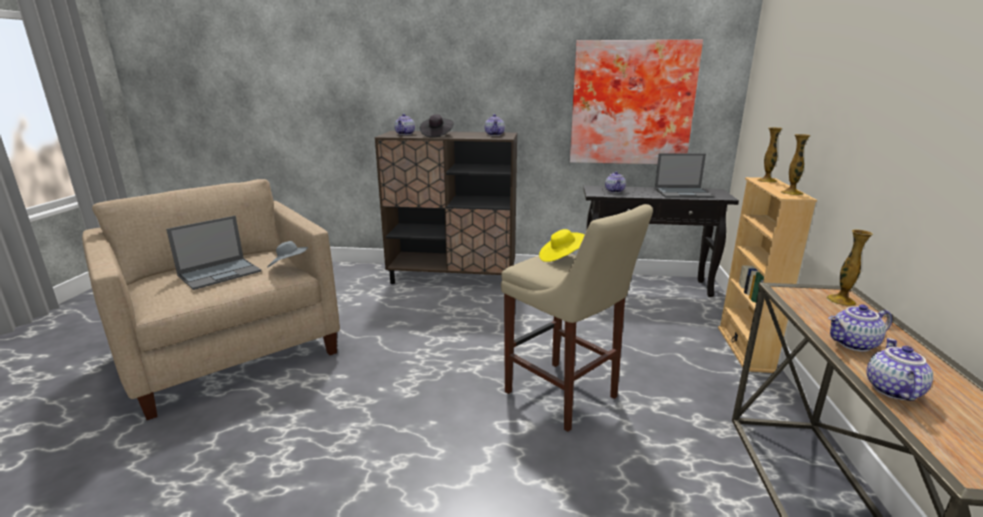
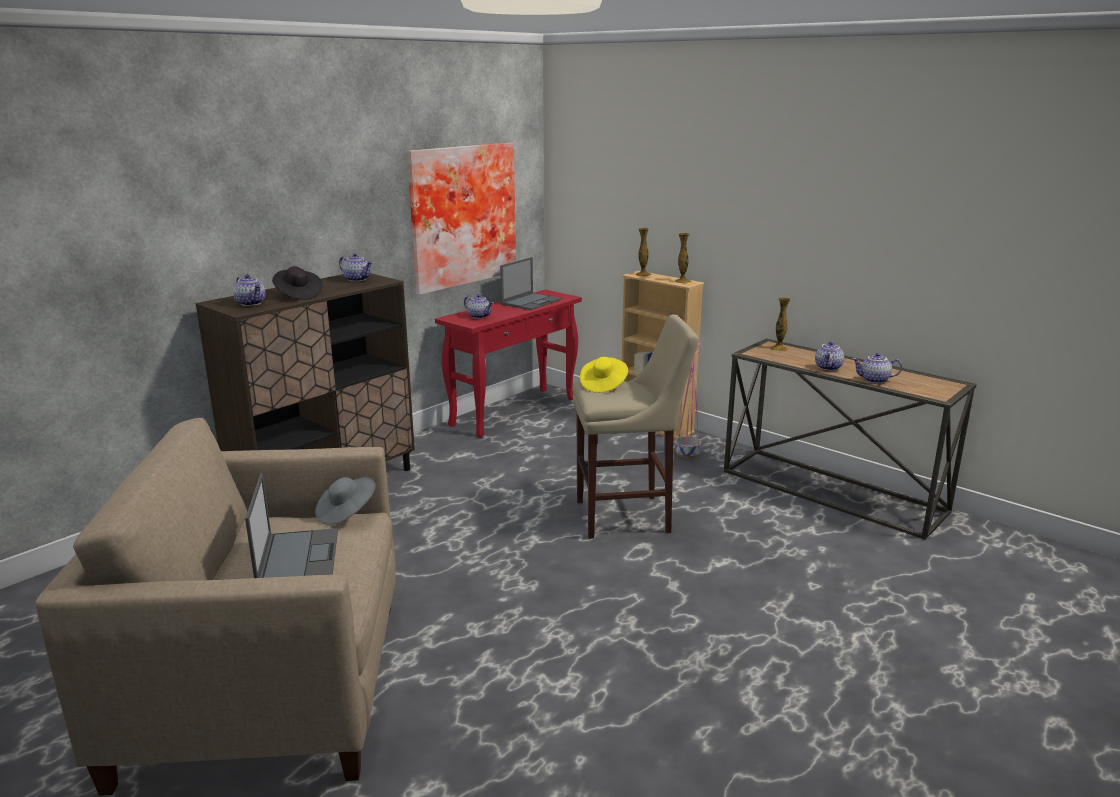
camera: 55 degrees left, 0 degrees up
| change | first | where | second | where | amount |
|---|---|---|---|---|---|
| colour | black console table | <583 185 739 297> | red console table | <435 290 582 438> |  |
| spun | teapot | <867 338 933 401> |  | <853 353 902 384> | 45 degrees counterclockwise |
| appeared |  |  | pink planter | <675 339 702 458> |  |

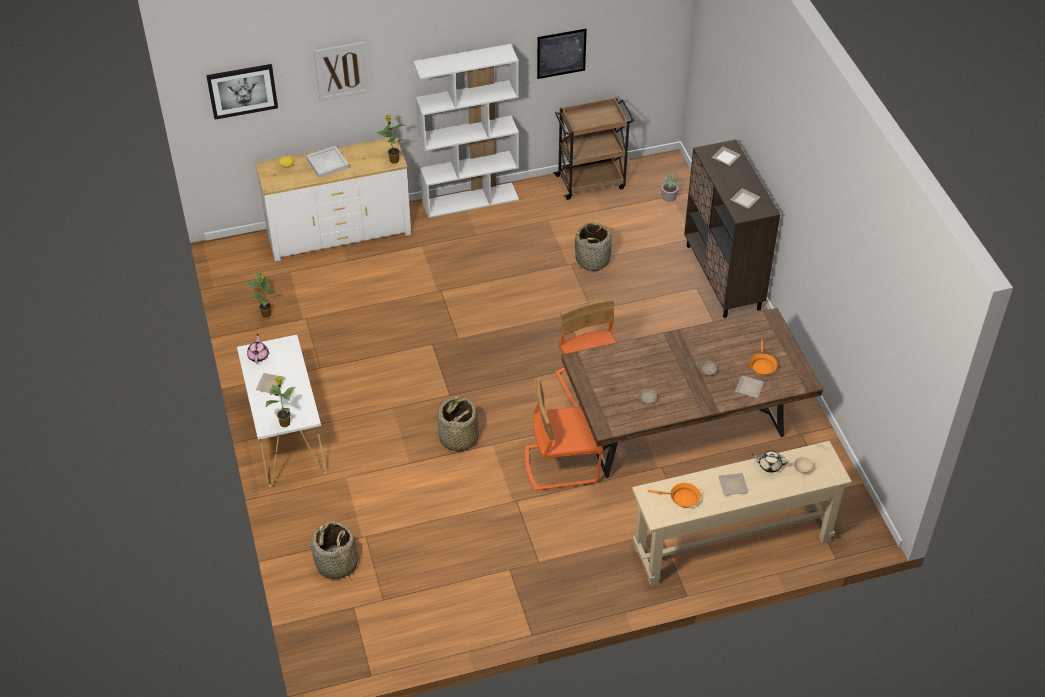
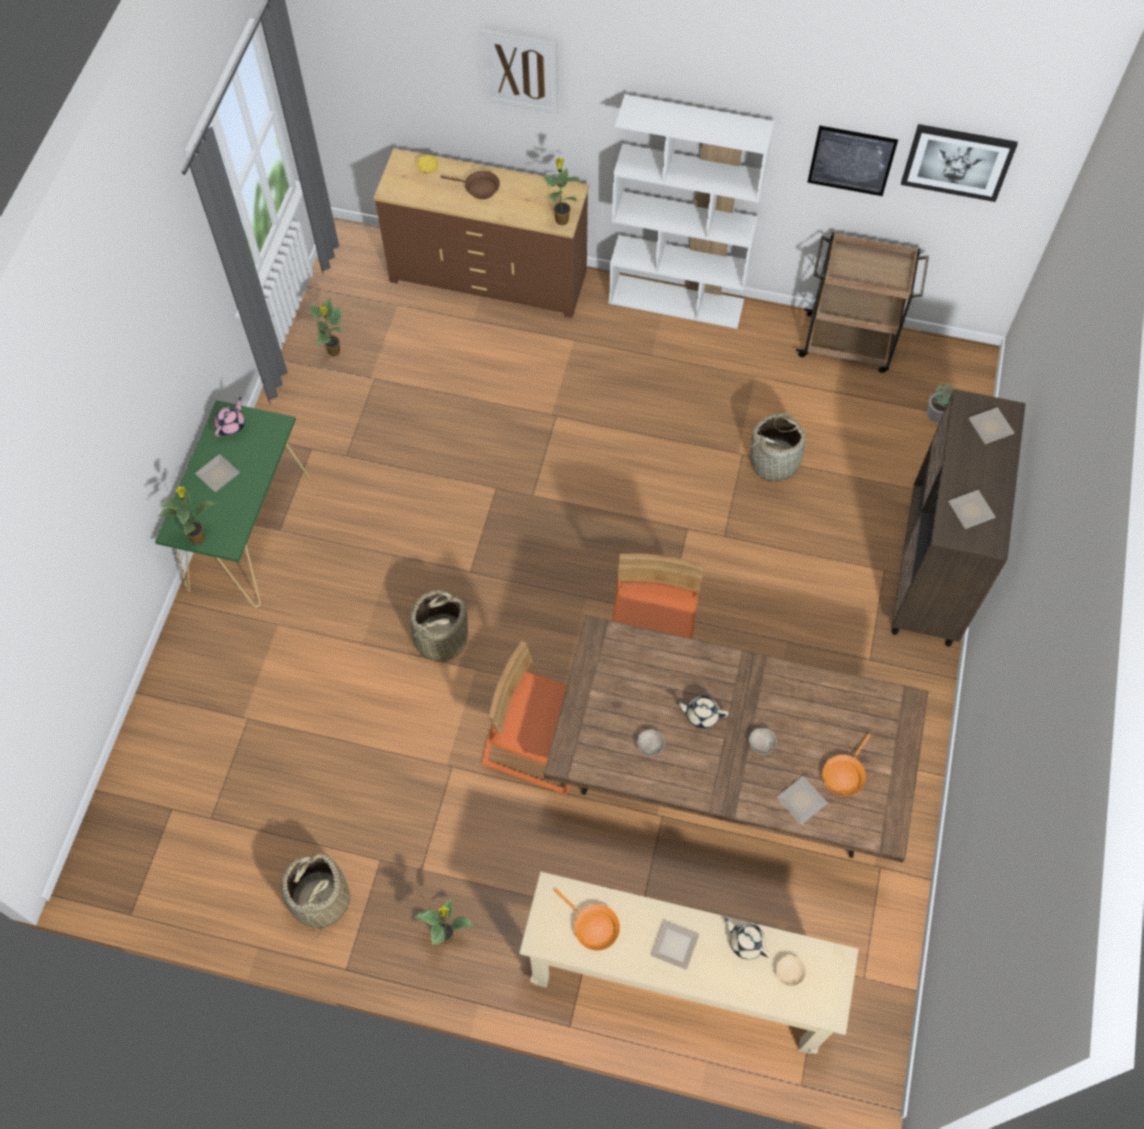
camera: 30 degrees right, 15 degrees up
| change | first | where | second | where | amount |
|---|---|---|---|---|---|
| relocated | picture | <206 64 278 120> |  | <901 124 1018 202> |  |
| colour | white console table | <237 335 326 487> | green console table | <155 400 310 608> |  |
| colour | white dresser | <255 137 411 261> | brown dresser | <374 148 589 318> |  |
| exchanged | white tray | <306 146 349 178> | brown frying pan | <441 171 500 199> |  |
| relocated | basket | <311 521 358 579> |  | <281 853 350 940> |  |
| appeared |  |  | potted plant | <414 899 474 946> |  |
| appeared |  |  | beige teapot | <676 696 729 728> |  |

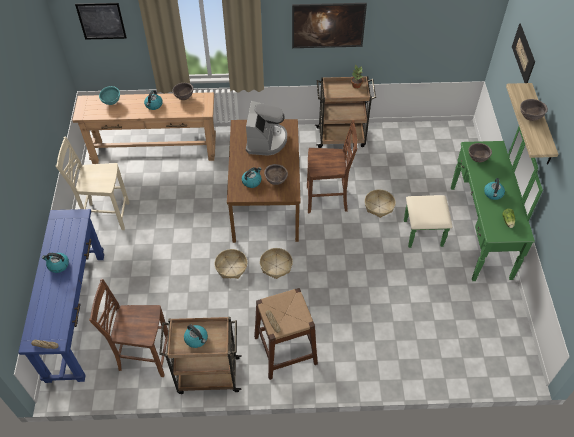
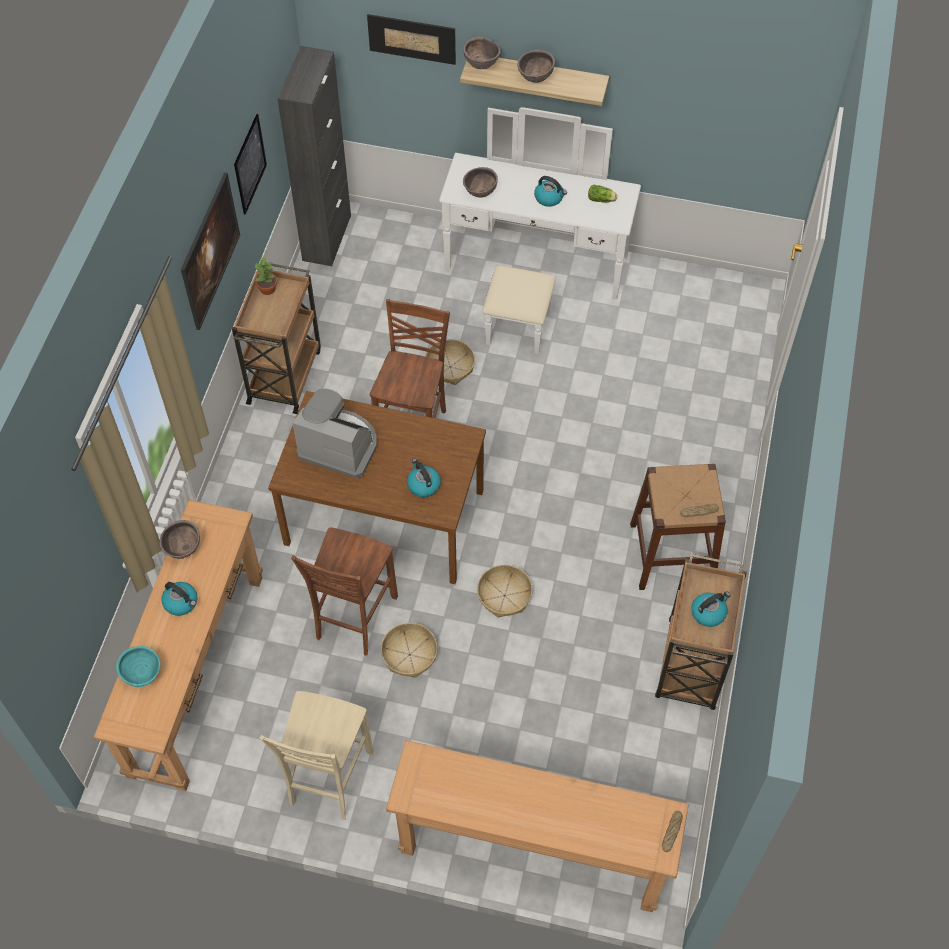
camera: 75 degrees left, 5 degrees up
| change | first | where | second | where | amount |
|---|---|---|---|---|---|
| colour | blue console table | <18 209 104 383> | brown console table | <386 740 689 912> |  |
| missing | kettle | <42 253 69 273> |  |  |  |
| relocated | picture | <75 3 127 40> |  | <234 114 267 215> |  |
| relocated | brown chair | <89 279 168 377> |  | <291 527 398 655> |  |
| relocated | basket | <260 248 293 279> |  | <381 623 438 678> |  |
| relocated | brown bowl | <264 164 288 185> |  | <463 37 500 69> |  |
| colour | green dresser | <404 127 543 281> | white dresser | <439 107 641 354> |  |
| appeared |  |  | black cabinet | <277 46 351 266> |  |

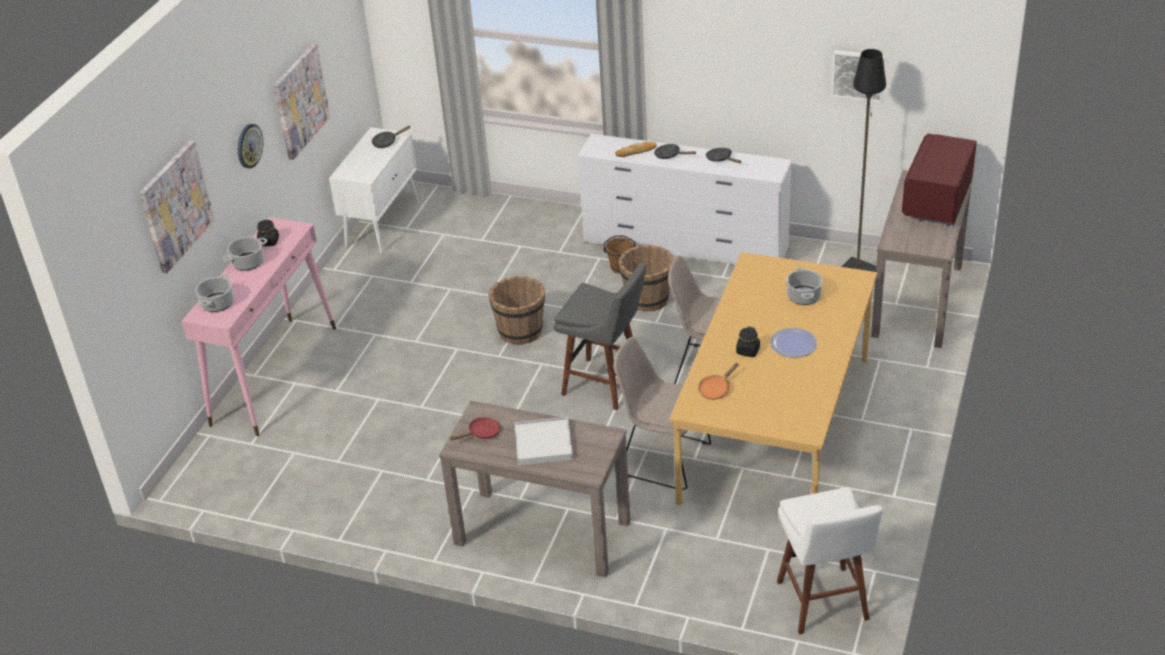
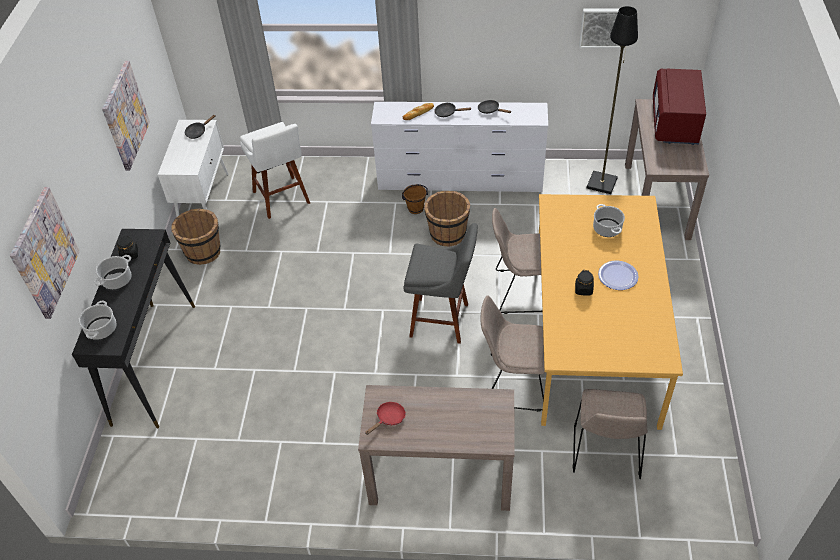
camera: 15 degrees left, 10 degrees up
| change | first | where | second | where | amount |
|---|---|---|---|---|---|
| colour | pink console table | <182 217 336 436> | black console table | <72 229 195 428> |  |
| missing | wall clock | <238 124 263 169> |  |  |  |
| relocated | brown bucket | <488 276 545 344> |  | <171 208 220 265> |  |
| missing | white tray | <514 417 573 466> |  |  |  |
| missing | orange frying pan | <698 363 739 400> |  |  |  |
| relocated | white stool | <777 487 883 635> |  | <240 122 310 219> |  |
| appeared |  |  | beige chair | <572 389 648 479> |  |

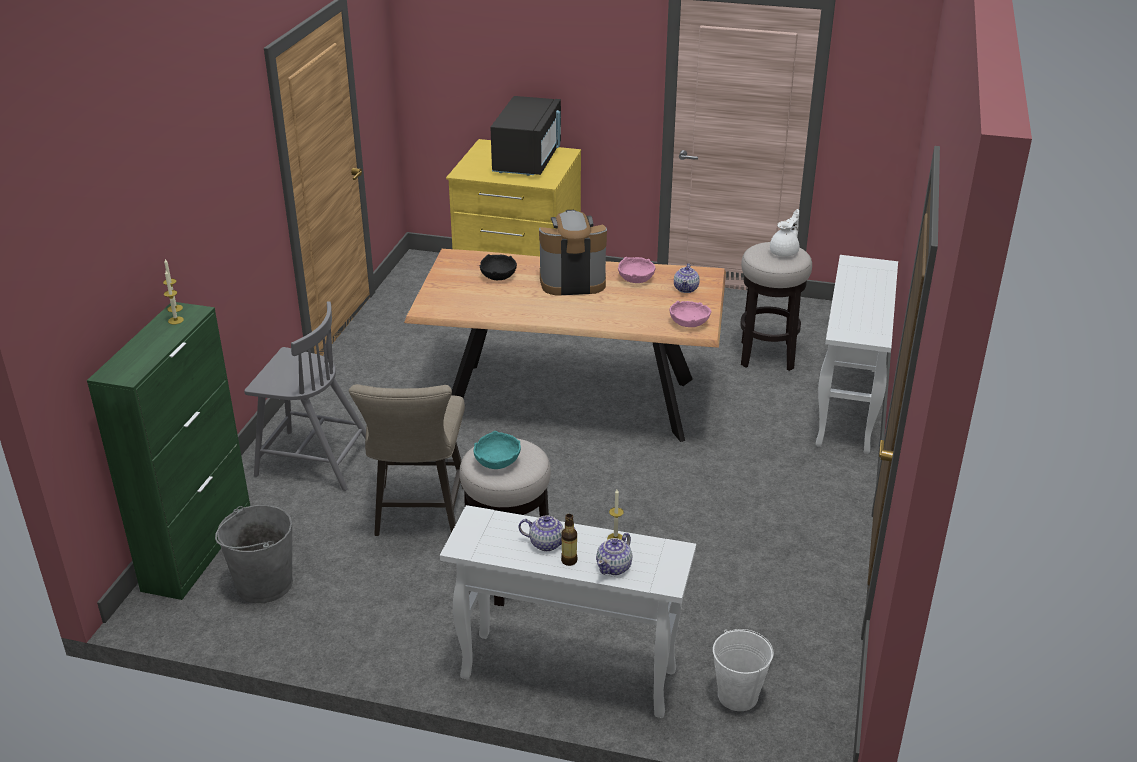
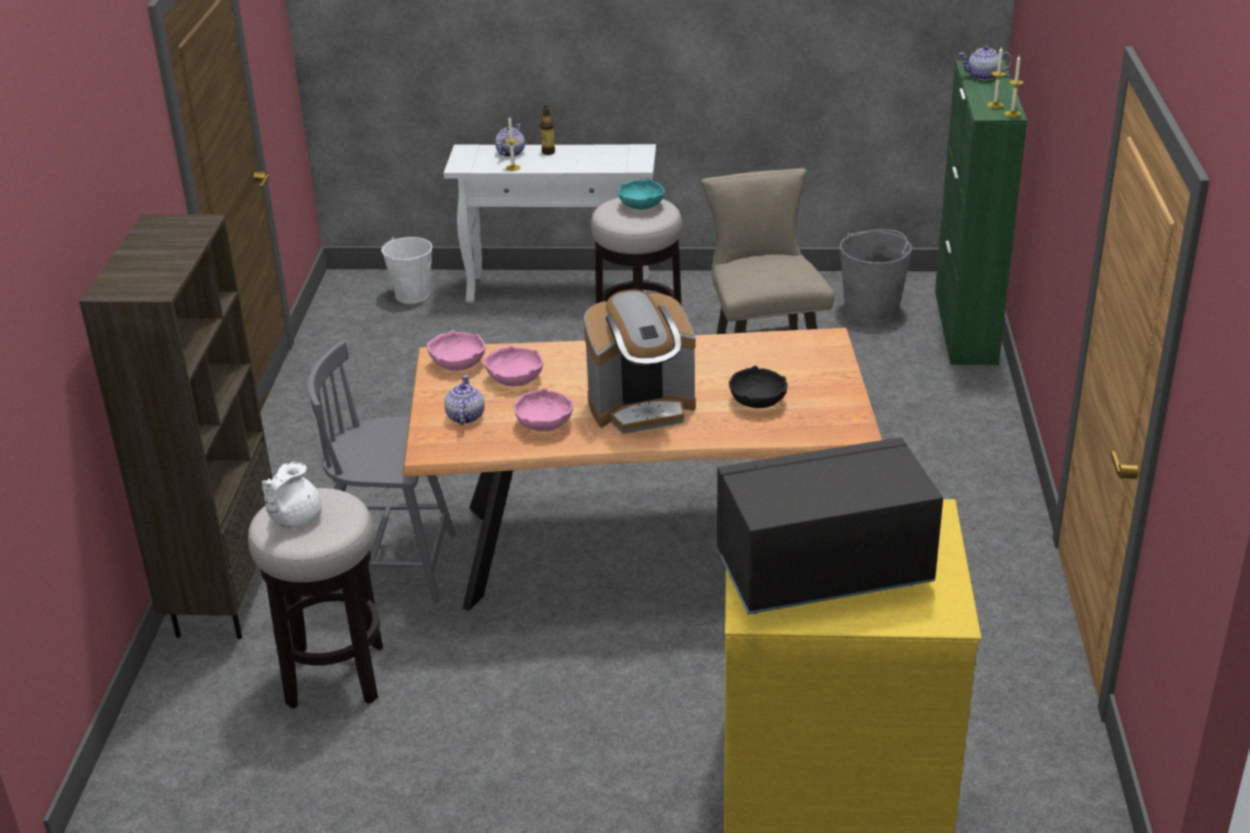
camera: 170 degrees right, 0 degrees up
| change | first | where | second | where | amount |
|---|---|---|---|---|---|
| relocated | grey chair | <244 301 366 491> |  | <301 341 456 603> |  |
| spun | black microwave | <490 96 561 176> |  | <717 437 943 615> | 75 degrees clockwise |
| relocated | teapot | <519 515 575 551> |  | <959 46 1012 80> |  |
| exchanged | white console table | <816 255 898 454> | brown bookcase | <79 215 273 639> |  |
| appeared |  |  | pink bowl | <484 345 543 387> |  |

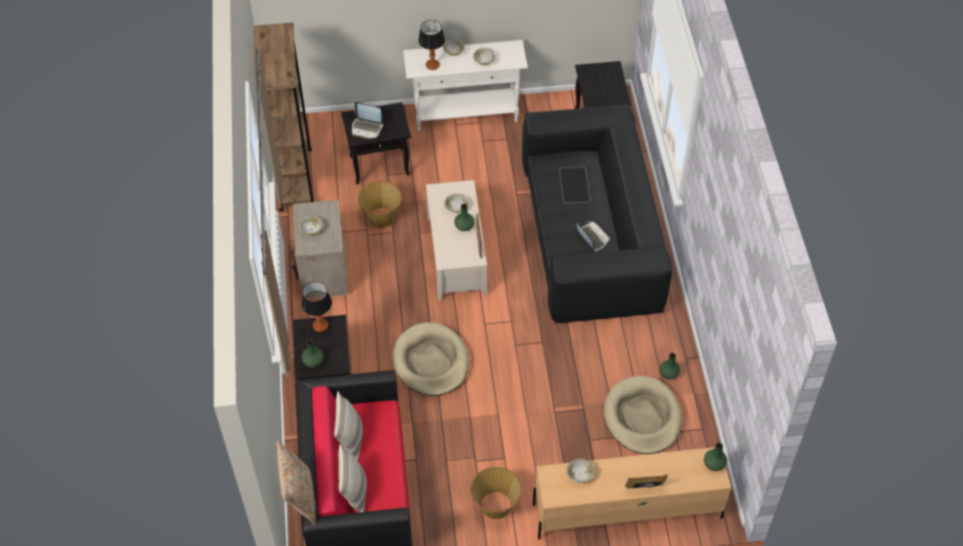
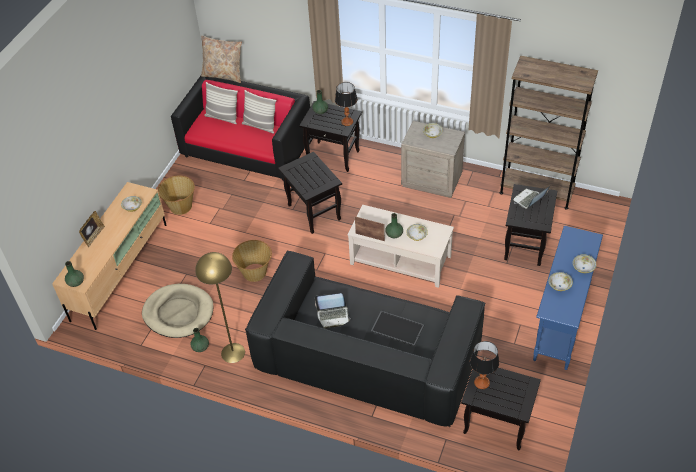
camera: 120 degrees right, 5 degrees down
| change | first | where | second | where | amount |
|---|---|---|---|---|---|
| relocated | basket | <358 181 402 228> |  | <232 240 272 282> |  |
| exchanged | beige dog bed | <392 322 469 396> | black side table | <278 152 342 234> |  |
| colour | white console table | <403 40 528 131> | blue console table | <533 226 603 370> |  |
| relocated | table lamp | <418 20 445 70> |  | <470 341 499 389> |  |
| appeared |  |  | yellow floor lamp | <195 252 245 363> |  |

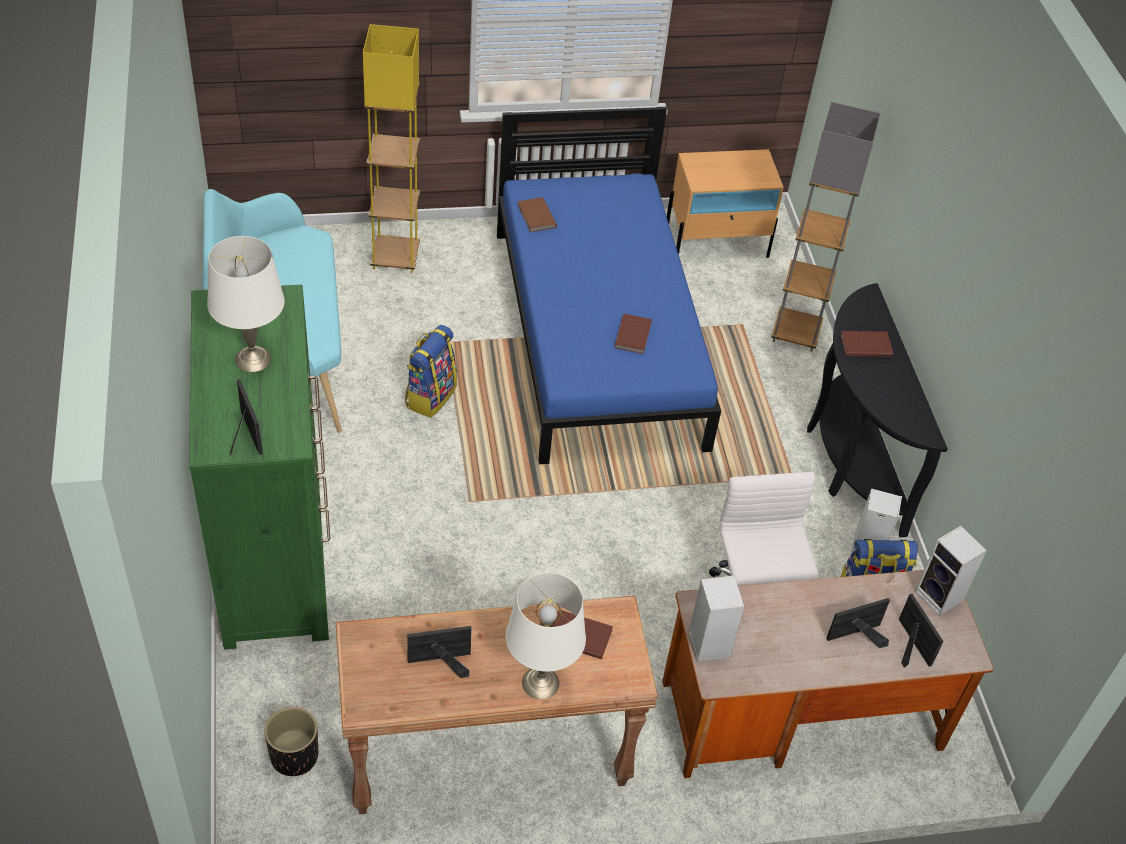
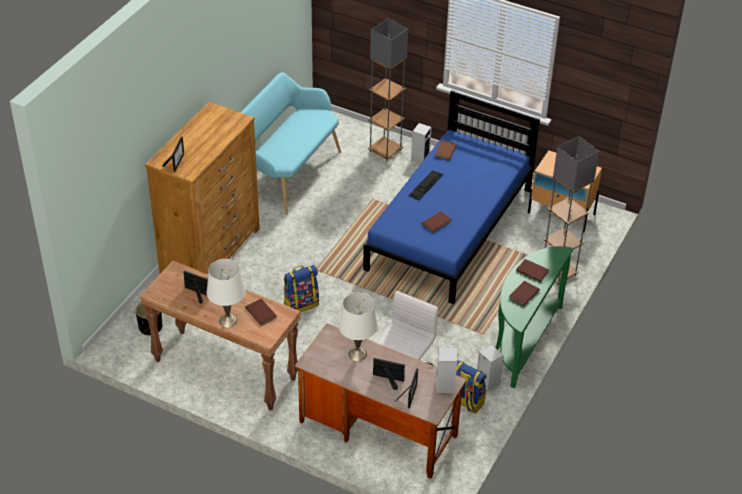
camera: 40 degrees right, 5 degrees down
| change | first | where | second | where | amount |
|---|---|---|---|---|---|
| colour | green dresser | <189 285 330 650> | brown dresser | <145 102 260 274> |  |
| relocated | white table lamp | <207 236 285 372> |  | <339 293 378 361> |  |
| colour | yellow floor lamp | <363 24 420 273> | grey floor lamp | <368 18 408 161> |  |
| relocated | backpack | <405 325 457 418> |  | <284 265 319 312> |  |
| relocated | speaker | <689 575 745 662> |  | <411 123 432 163> |  |
| colour | black console table | <807 283 948 538> | green console table | <496 246 573 388> |  |
| appeared |  |  | keyboard | <408 170 443 200> |  |
| appeared |  |  | brown book | <509 281 540 306> |  |

